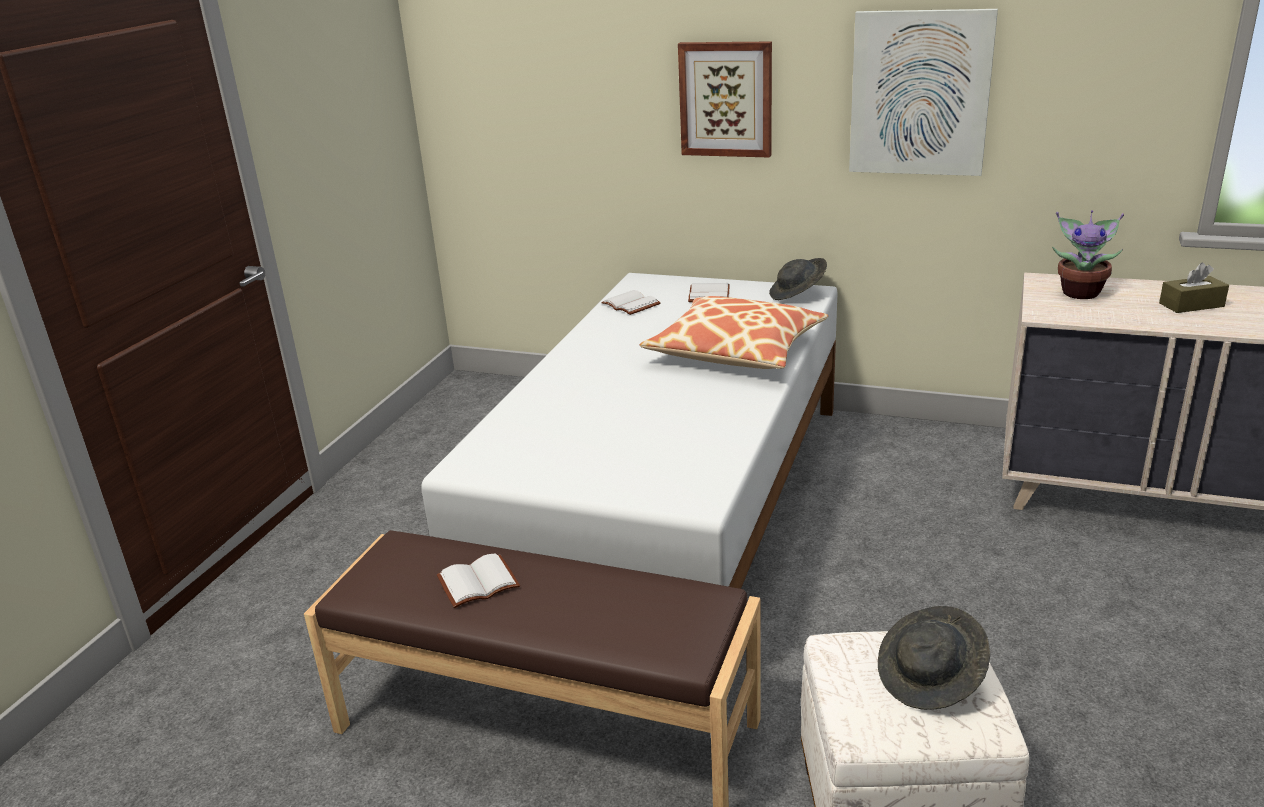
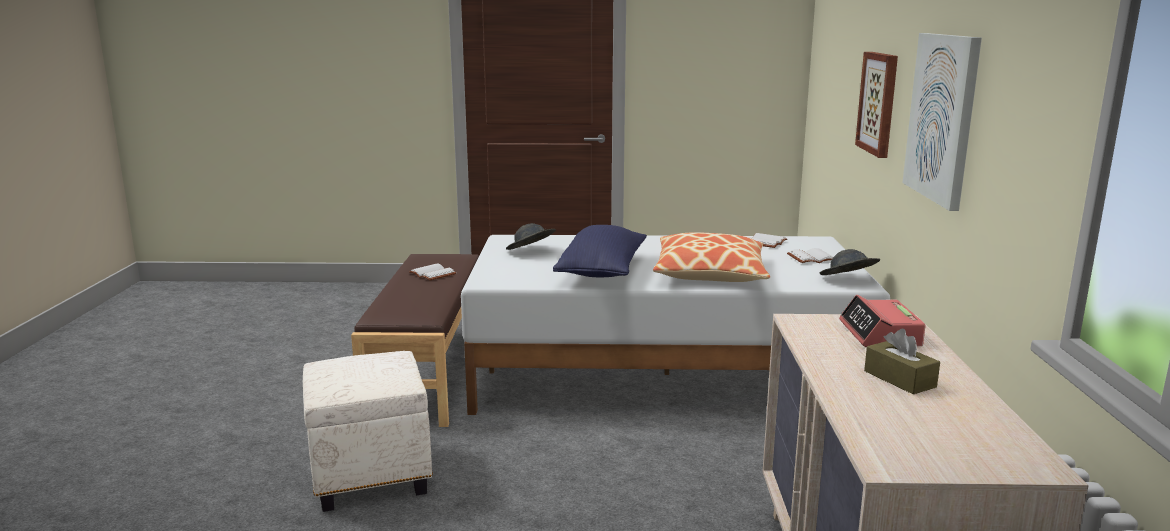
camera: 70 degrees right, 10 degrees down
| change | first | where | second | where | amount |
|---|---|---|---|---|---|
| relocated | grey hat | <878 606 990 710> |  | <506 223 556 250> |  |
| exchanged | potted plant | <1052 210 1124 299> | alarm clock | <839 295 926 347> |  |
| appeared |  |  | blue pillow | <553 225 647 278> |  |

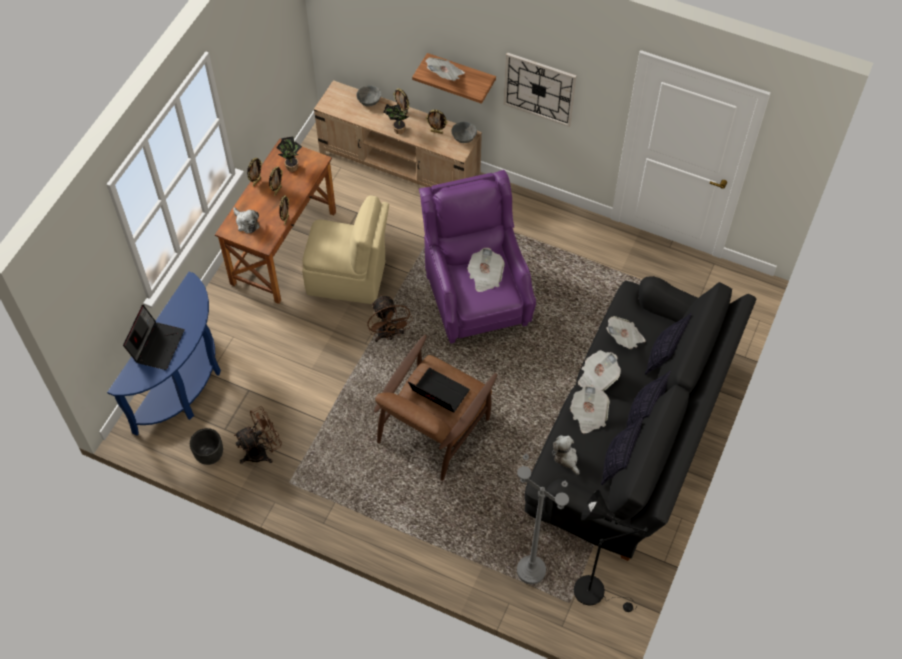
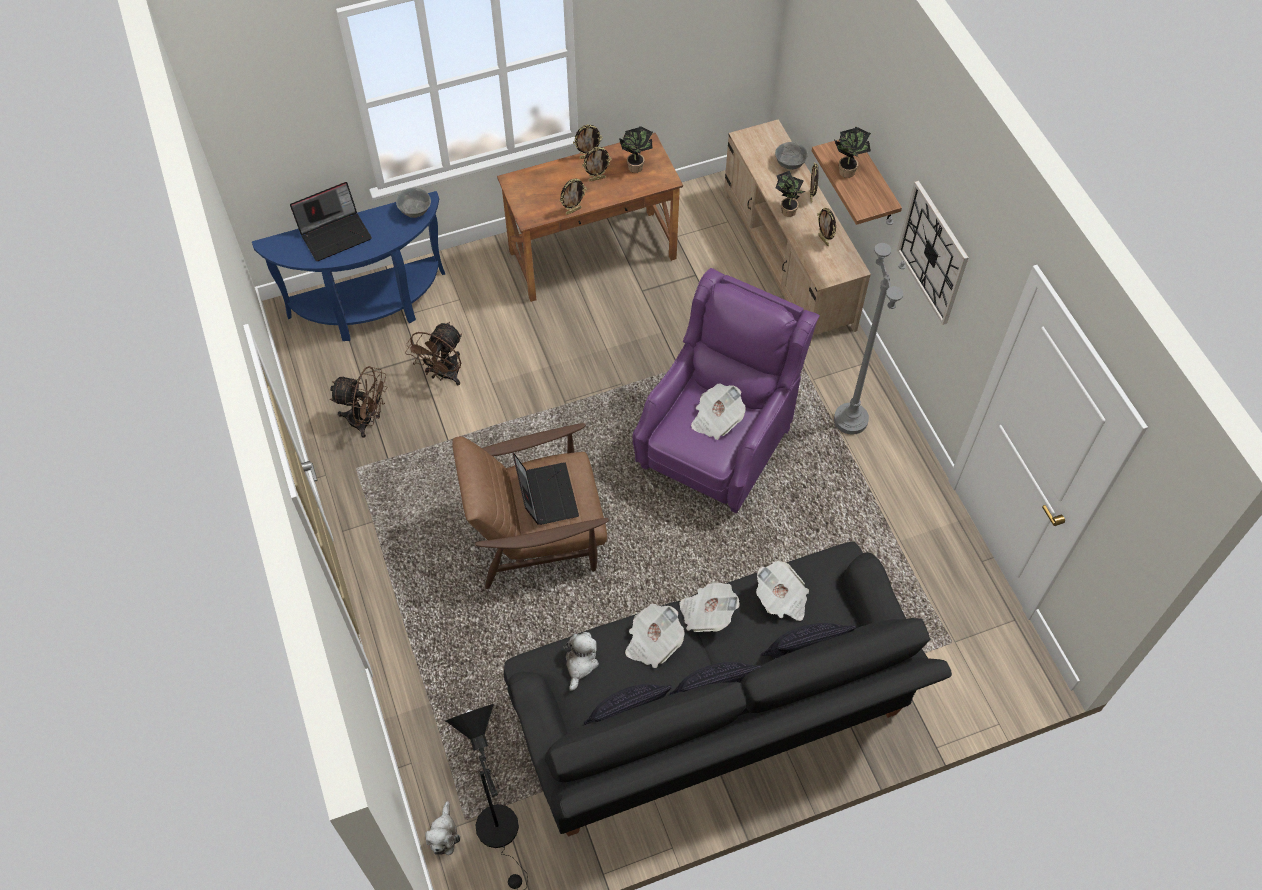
camera: 45 degrees right, 0 degrees up
| change | first | where | second | where | amount |
|---|---|---|---|---|---|
| missing | black planter | <190 428 223 465> |  |  |  |
| relocated | plush toy | <233 207 260 233> |  | <425 801 460 855> |  |
| missing | beige chair | <302 195 389 304> |  |  |  |
| relocated | brown fan | <367 295 413 342> |  | <405 322 462 385> |  |
| exchanged | newspaper | <426 57 465 81> | potted plant | <834 127 871 178> |  |
| relocated | grey bowl | <451 122 477 143> |  | <396 188 431 218> |  |
| relocated | grey floor lamp | <517 454 569 584> |  | <834 216 906 435> |  |

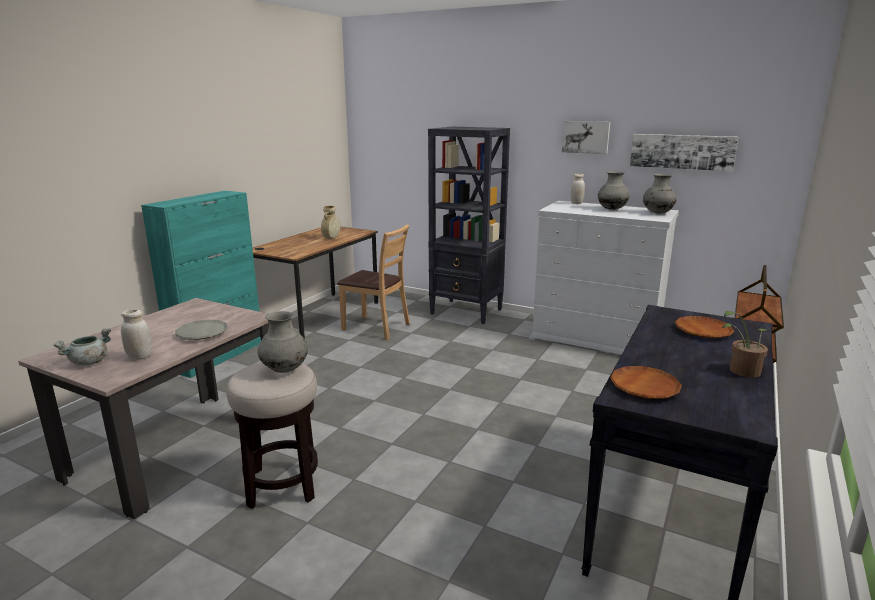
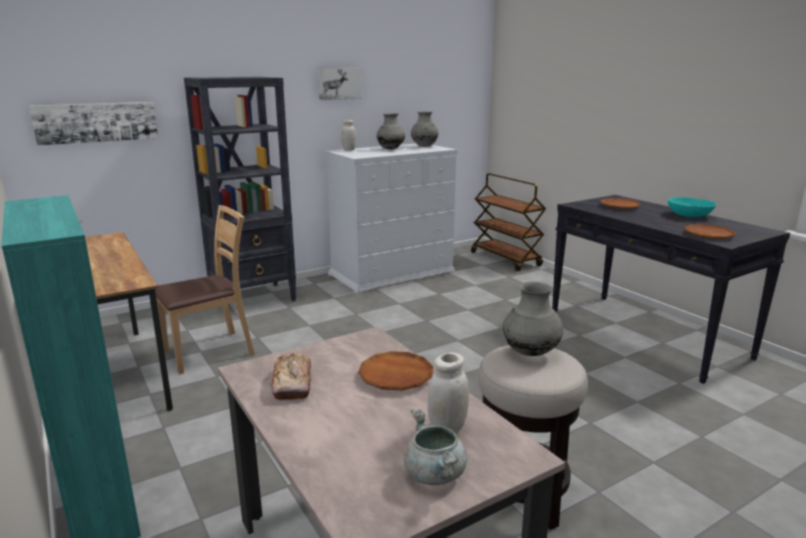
camera: 60 degrees left, 0 degrees up
| change | first | where | second | where | amount |
|---|---|---|---|---|---|
| colour | grey plate | <175 320 228 340> | brown plate | <358 351 433 390> |  |
| missing | beige vase | <321 206 340 239> |  |  |  |
| relocated | picture | <630 134 738 171> |  | <29 102 158 146> |  |
| exchanged | potted plant | <722 311 768 378> | turquoise bowl | <668 197 717 217> |  |
| appeared |  |  | bread | <272 353 311 400> |  |

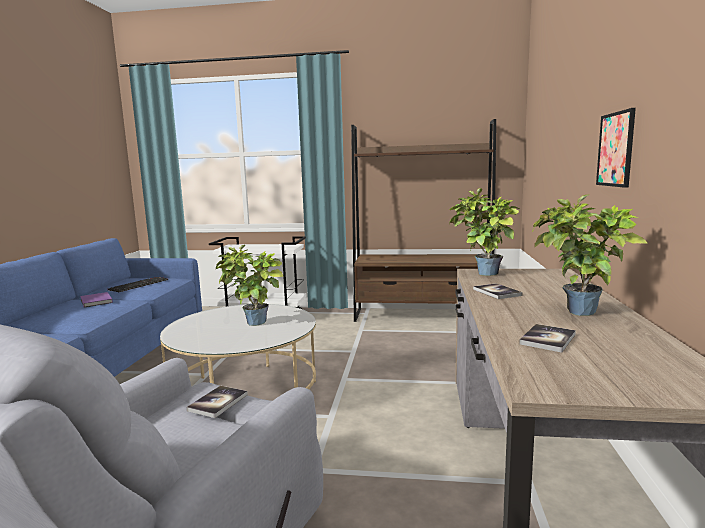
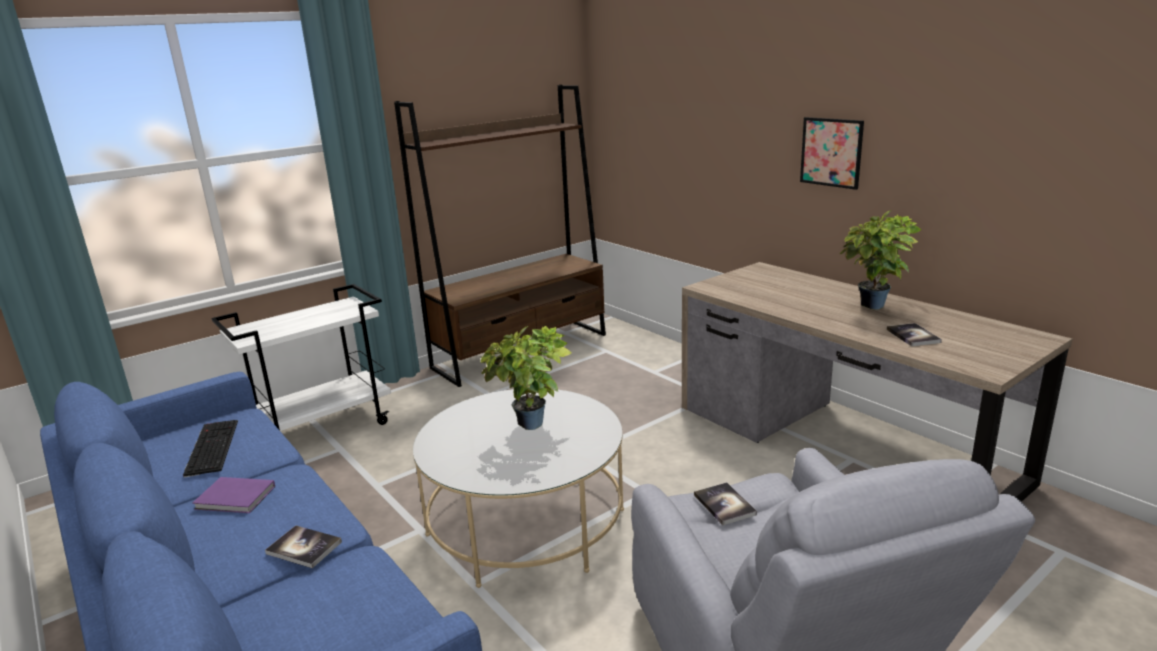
camera: 45 degrees left, 10 degrees up
| change | first | where | second | where | amount |
|---|---|---|---|---|---|
| missing | potted plant | <449 188 521 276> |  |  |  |
| relocated | book | <473 283 523 299> |  | <265 525 342 568> |  |

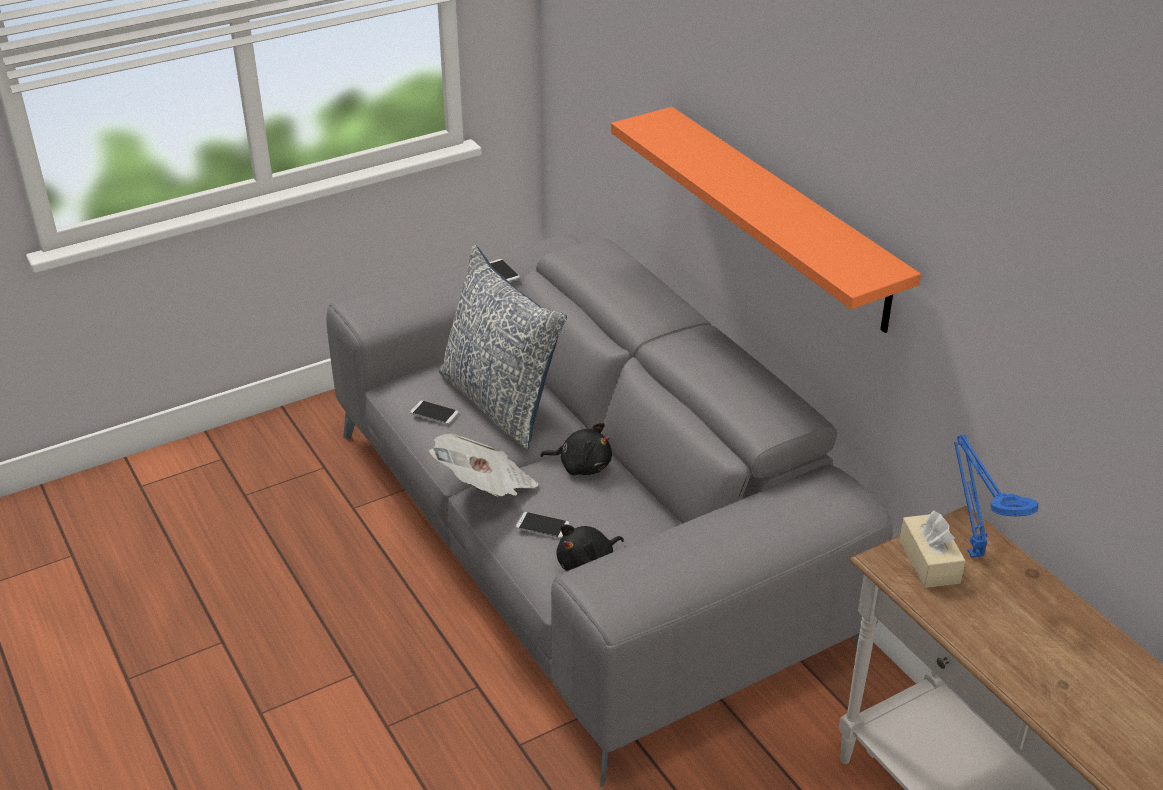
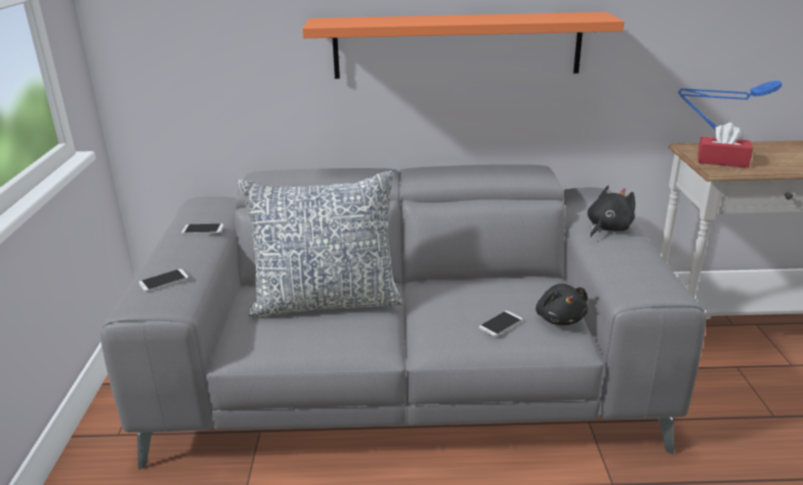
camera: 60 degrees left, 10 degrees down
| change | first | where | second | where | amount |
|---|---|---|---|---|---|
| relocated | phone | <410 400 459 424> |  | <138 269 189 292> |  |
| missing | newspaper | <429 433 538 497> |  |  |  |
| relocated | black plush toy | <540 423 612 475> |  | <587 185 635 237> |  |
| colour | beige tissue box | <899 510 965 588> | red tissue box | <698 123 753 168> |  |

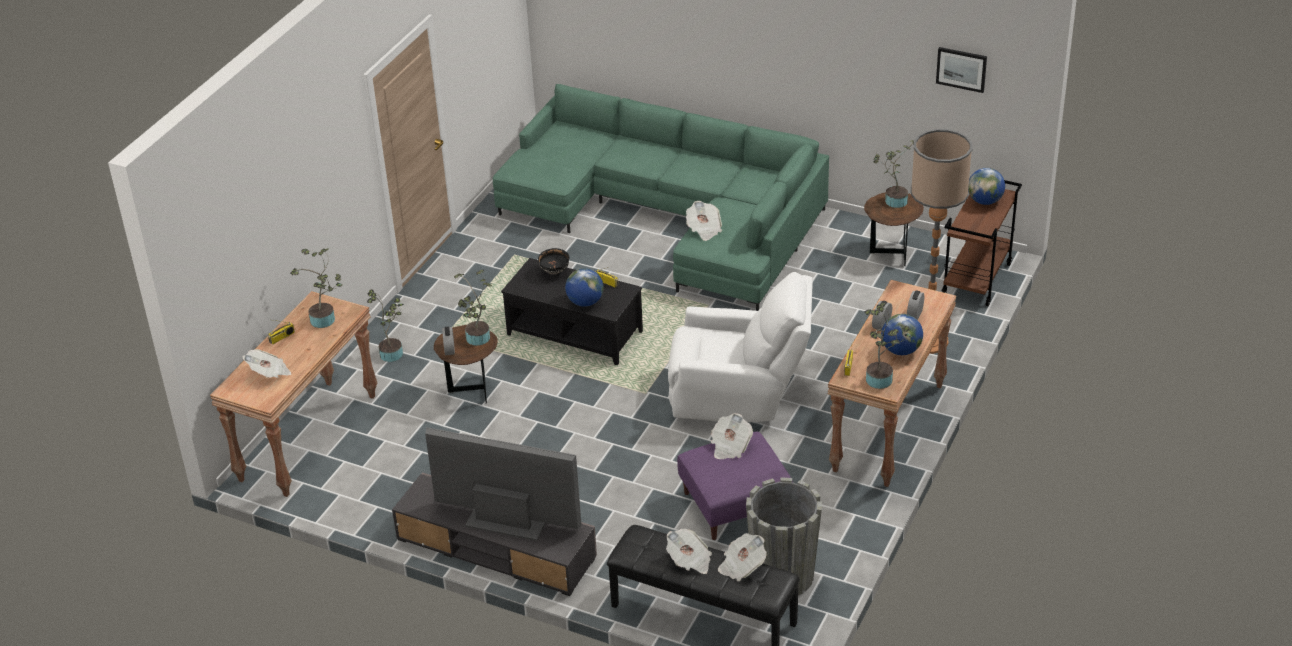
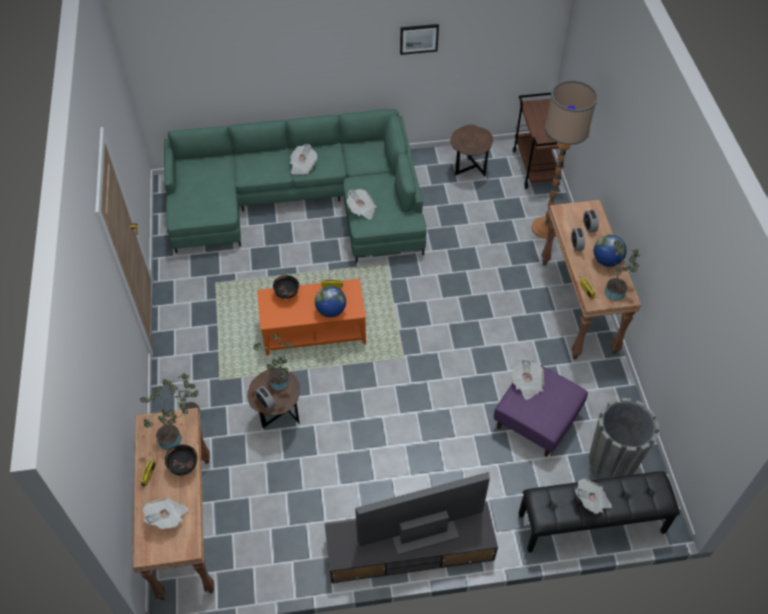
camera: 35 degrees left, 15 degrees up
| change | first | where | second | where | amount |
|---|---|---|---|---|---|
| colour | black coffee table | <501 258 643 365> | orange coffee table | <257 279 366 355> |  |
| missing | white armchair | <668 272 813 422> |  |  |  |
| relocated | newspaper | <718 533 767 581> |  | <290 144 317 175> |  |
| missing | potted plant | <874 140 914 208> |  |  |  |
| relocated | picture | <936 47 987 93> |  | <400 24 439 55> |  |
| missing | globe | <968 168 1005 205> |  |  |  |
| appeared |  |  | black bowl | <165 445 198 476> |  |

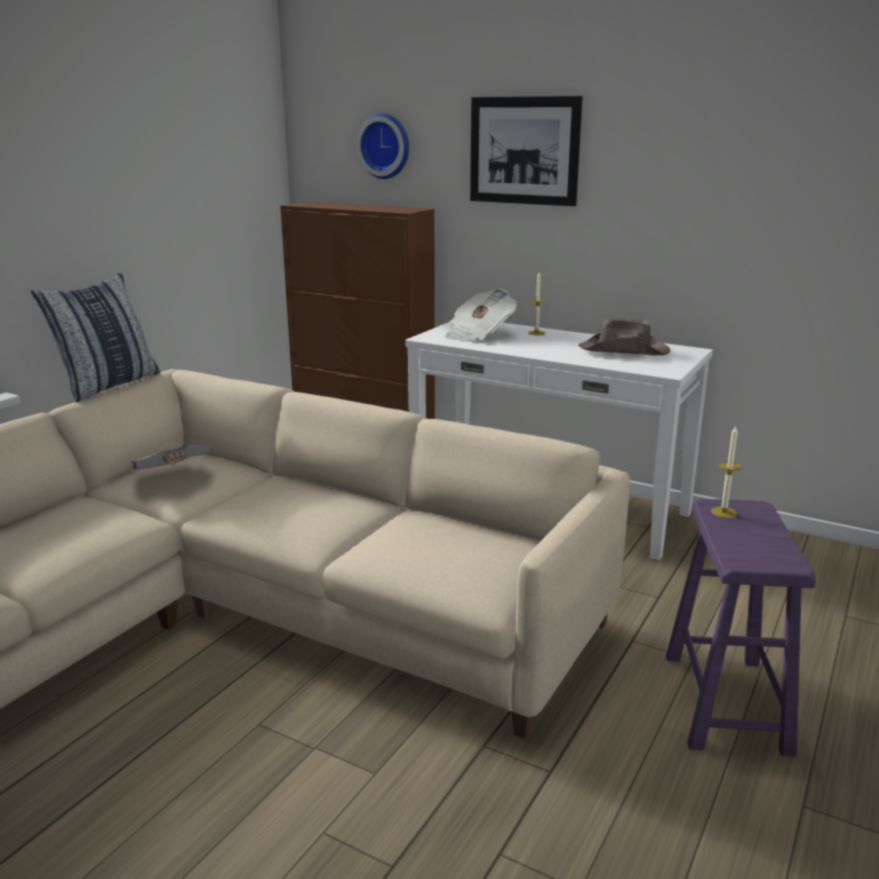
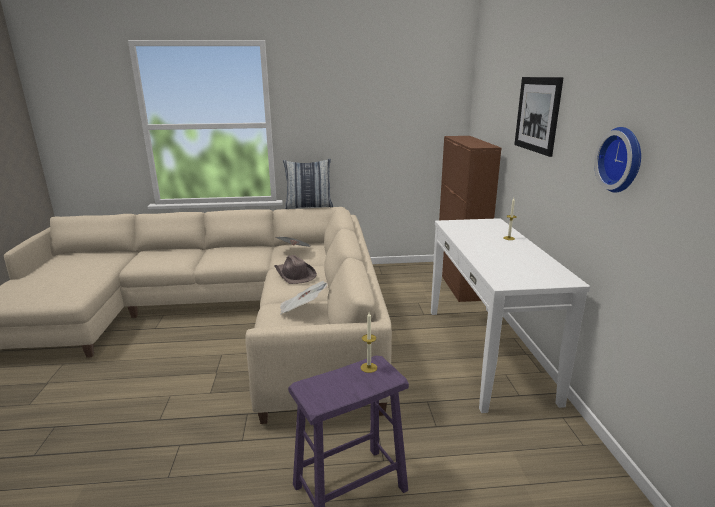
camera: 55 degrees right, 0 degrees up
| change | first | where | second | where | amount |
|---|---|---|---|---|---|
| relocated | wall clock | <356 113 409 179> |  | <594 127 641 193> |  |
| relocated | newspaper | <445 289 517 340> |  | <280 281 328 315> |  |
| relocated | brown hat | <578 318 670 355> |  | <275 255 317 284> |  |

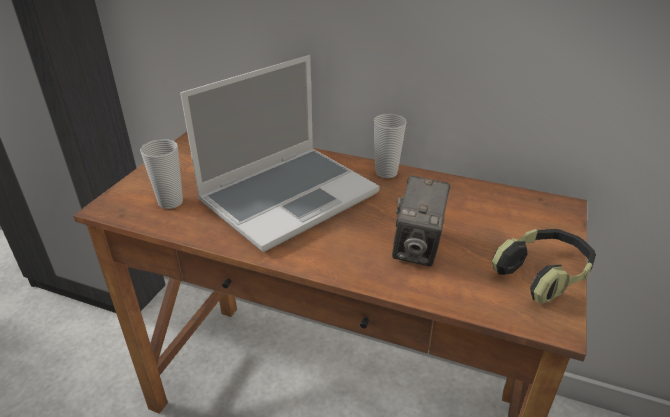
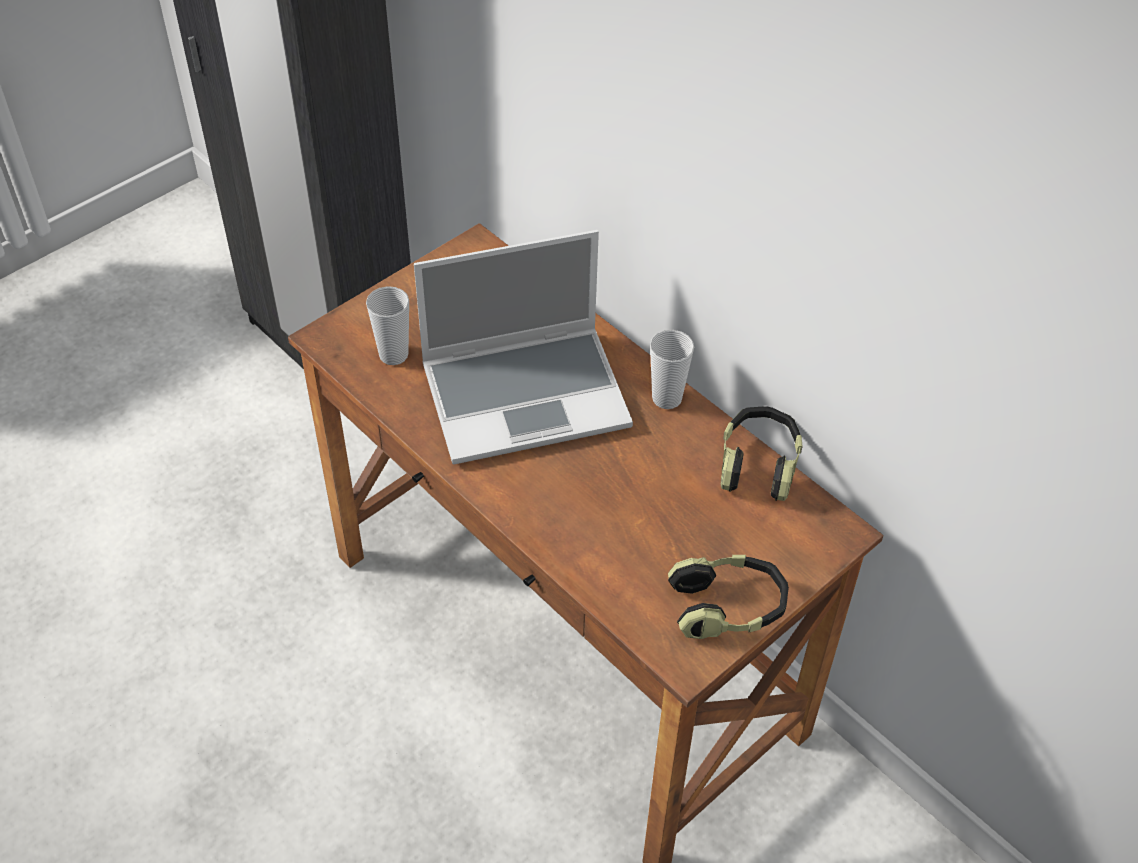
camera: 25 degrees right, 15 degrees up
| change | first | where | second | where | amount |
|---|---|---|---|---|---|
| missing | photo camera | <392 175 450 266> |  |  |  |
| appeared |  |  | headphones | <721 406 803 501> |  |

